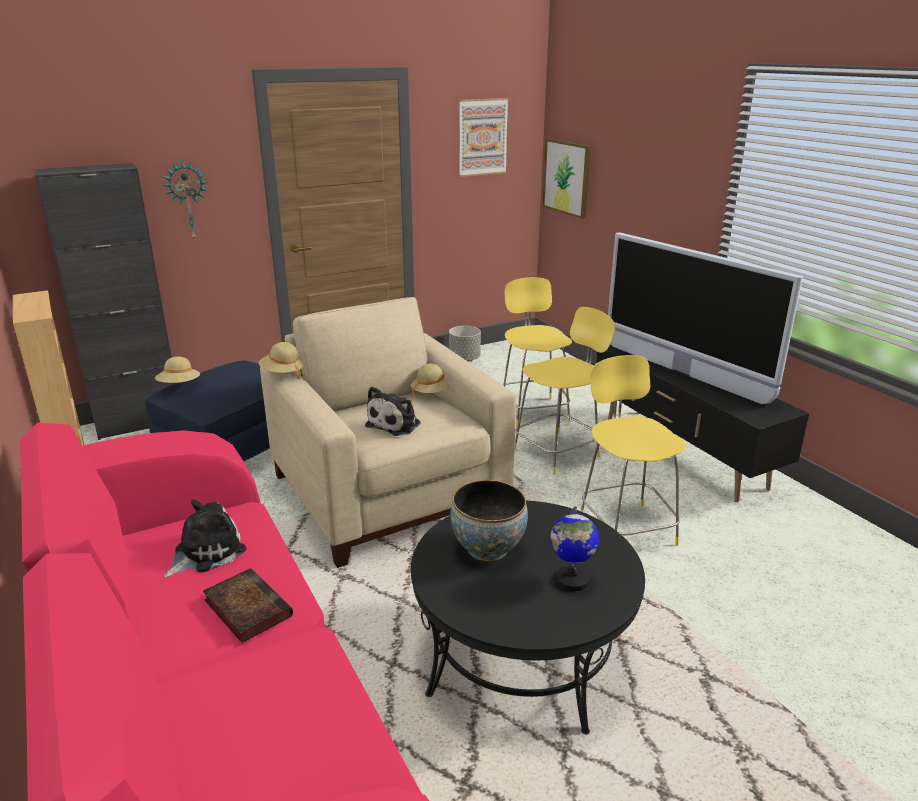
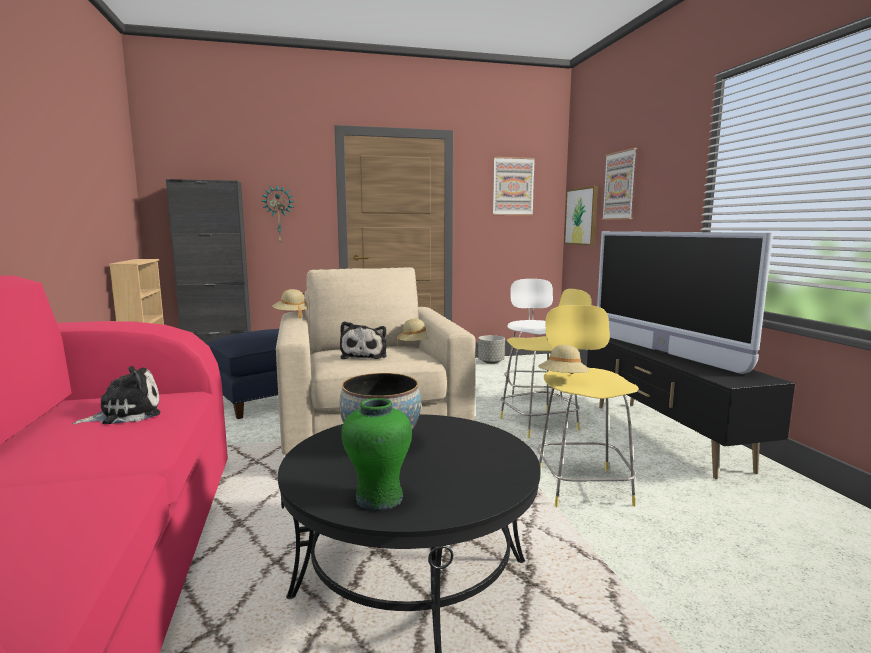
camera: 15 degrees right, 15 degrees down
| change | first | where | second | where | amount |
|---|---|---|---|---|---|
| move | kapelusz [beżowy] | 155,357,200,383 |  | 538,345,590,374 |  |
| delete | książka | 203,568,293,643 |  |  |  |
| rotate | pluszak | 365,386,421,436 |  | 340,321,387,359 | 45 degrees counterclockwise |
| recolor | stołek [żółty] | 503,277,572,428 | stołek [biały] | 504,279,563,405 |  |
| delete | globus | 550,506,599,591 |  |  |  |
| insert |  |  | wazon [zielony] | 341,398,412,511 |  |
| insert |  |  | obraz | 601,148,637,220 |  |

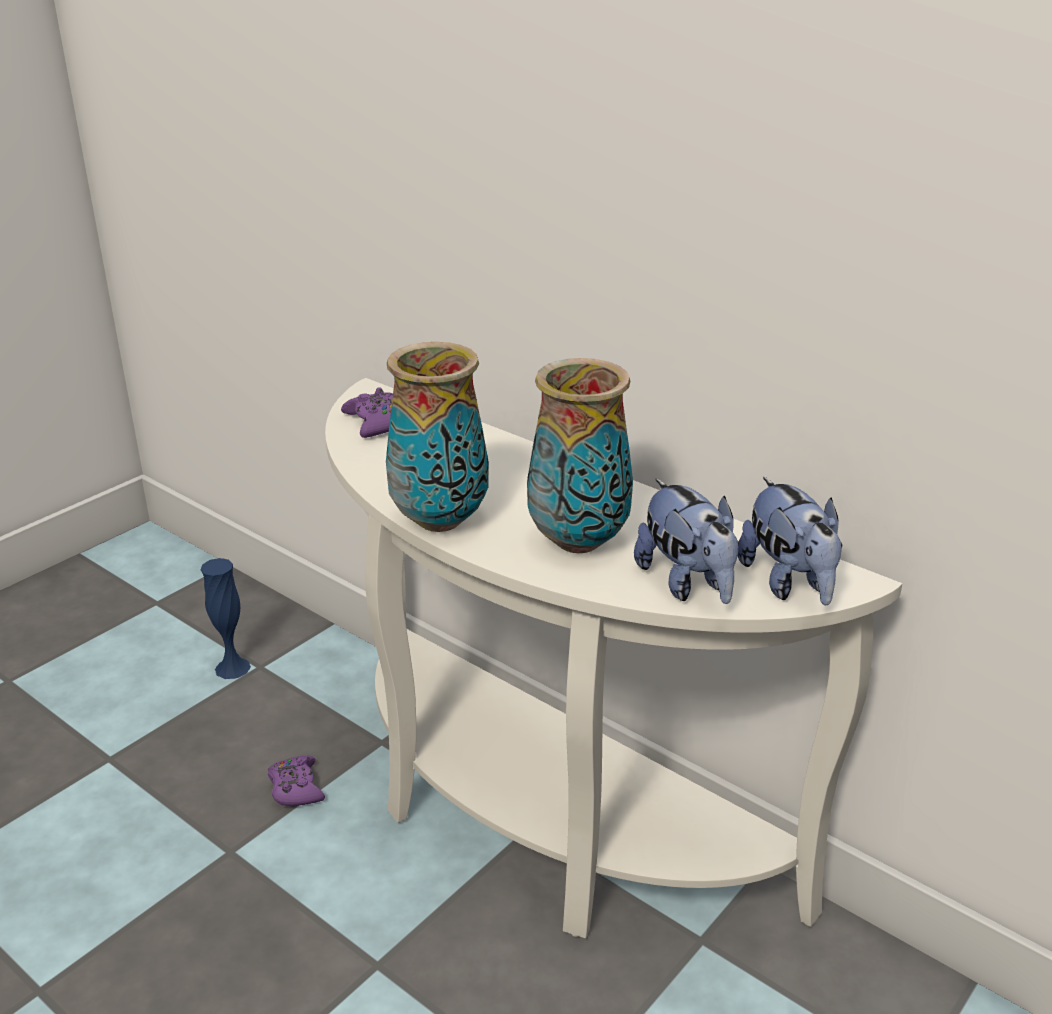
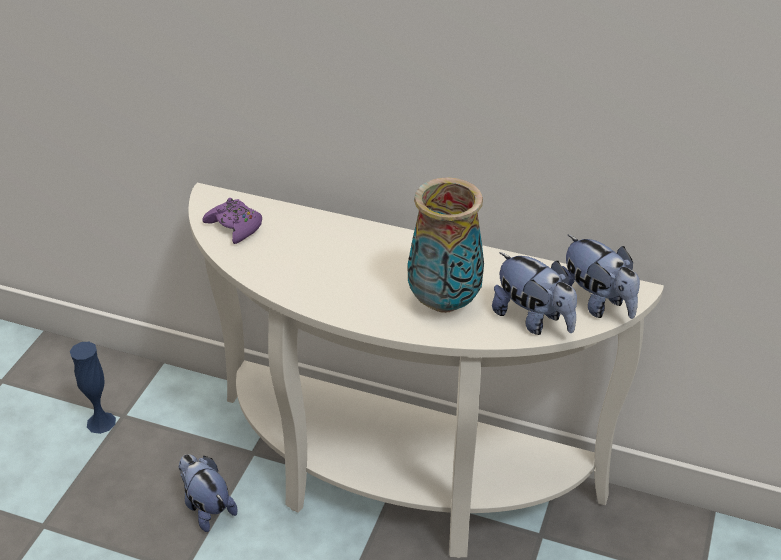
camera: 20 degrees left, 10 degrees up
| change | first | where | second | where | amount |
|---|---|---|---|---|---|
| replace | pad do gier [fioletowy] | 268,756,325,807 | pluszak | 178,454,238,532 |  |
| delete | wazon | 386,342,489,532 |  |  |  |

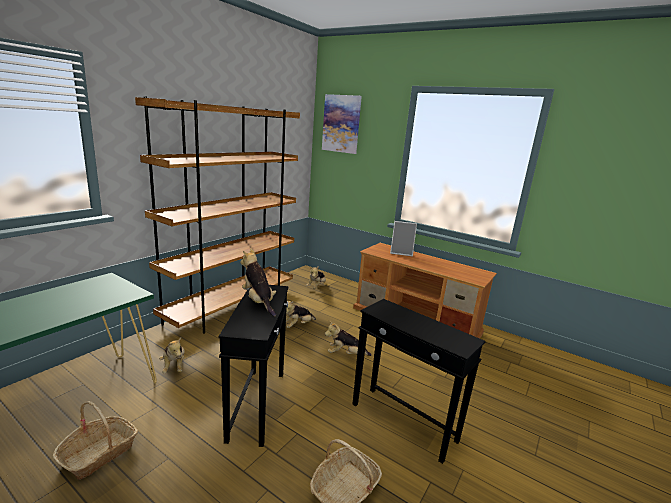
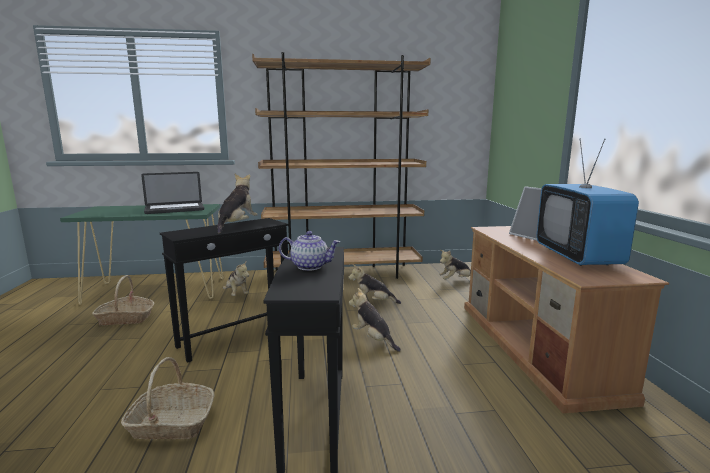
camera: 50 degrees right, 5 degrees down
| change | first | where | second | where | amount |
|---|---|---|---|---|---|
| rotate | pluszak | 159,338,185,373 |  | 223,262,249,296 | 60 degrees counterclockwise |
| delete | obraz | 322,94,362,154 |  |  |  |
| insert |  |  | laptop | 141,172,204,214 |  |
| insert |  |  | imbryk | 279,231,340,271 |  |
| insert |  |  | telewizor | 536,138,639,266 |  |

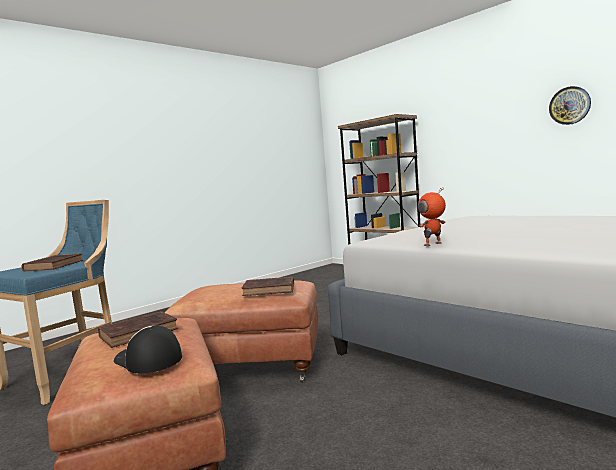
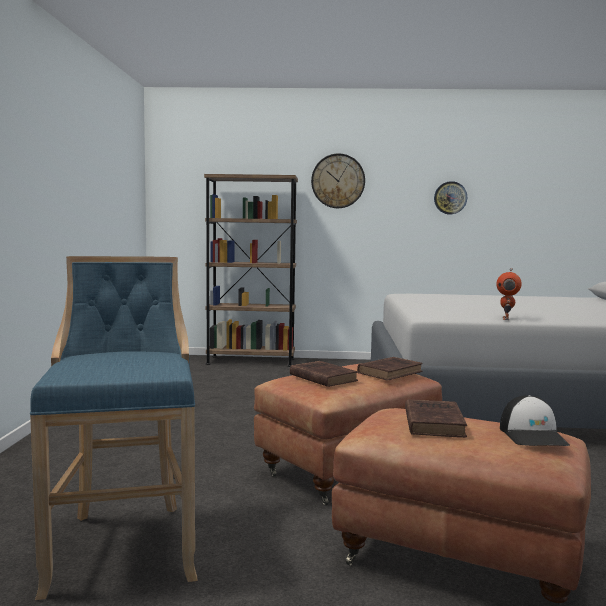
camera: 45 degrees left, 0 degrees up
| change | first | where | second | where | amount |
|---|---|---|---|---|---|
| move | książka [brązowy] | 22,254,83,272 |  | 290,361,358,387 |  |
| rotate | czapka z daszkiem | 114,326,182,373 |  | 500,395,570,446 | 90 degrees counterclockwise |
| insert |  |  | zegar ścienny | 311,153,365,208 |  |

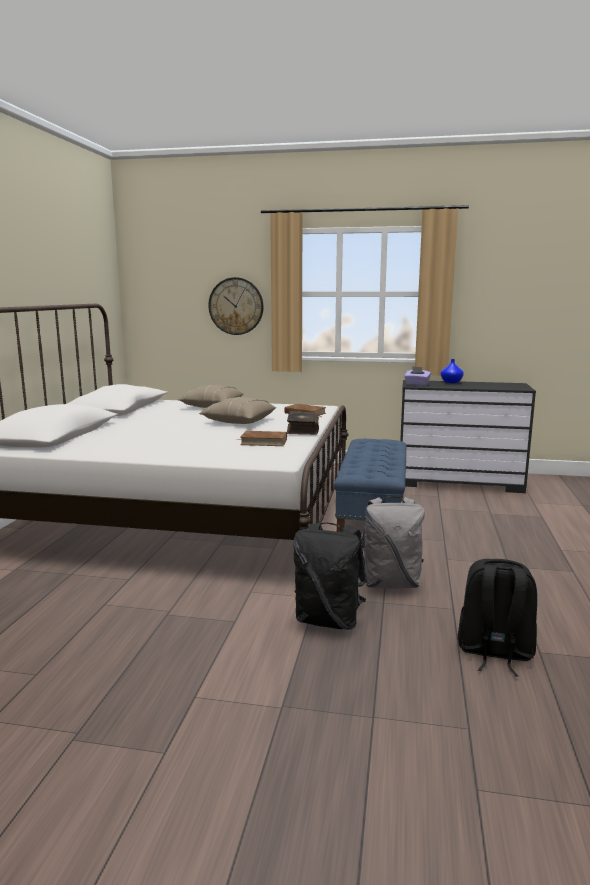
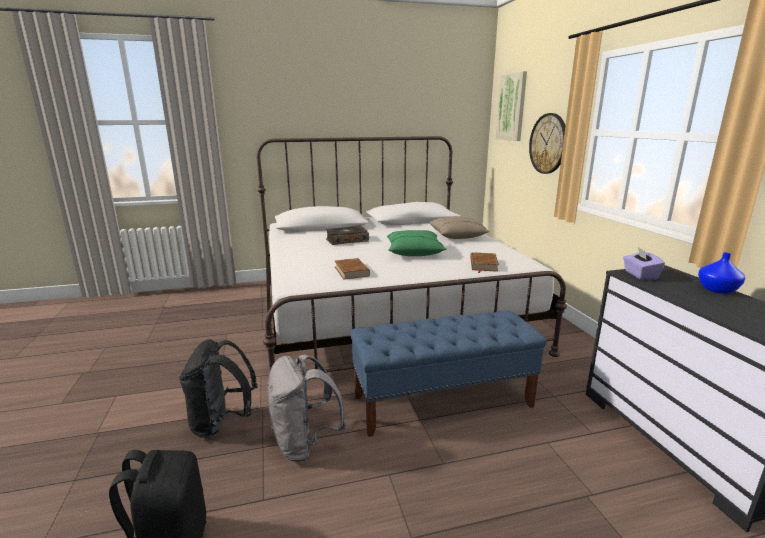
camera: 65 degrees right, 5 degrees up
| change | first | where | second | where | amount |
|---|---|---|---|---|---|
| recolor | poduszka [beżowy] | 199,397,276,424 | poduszka [zielony] | 387,230,447,256 |  |
| move | książka | 287,411,319,435 |  | 326,225,369,245 |  |
| insert |  |  | obraz | 496,71,527,141 |  |

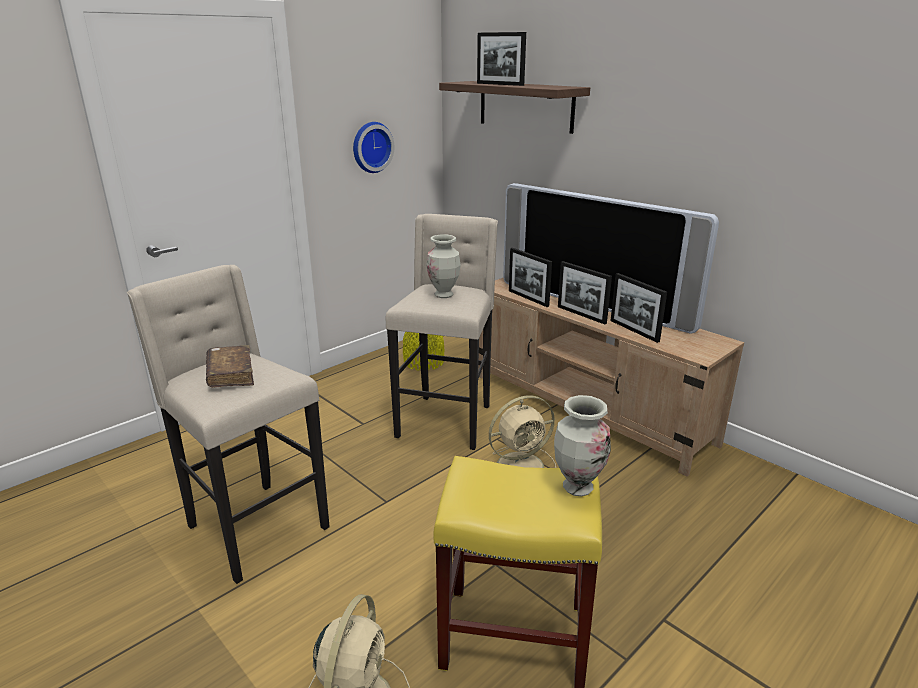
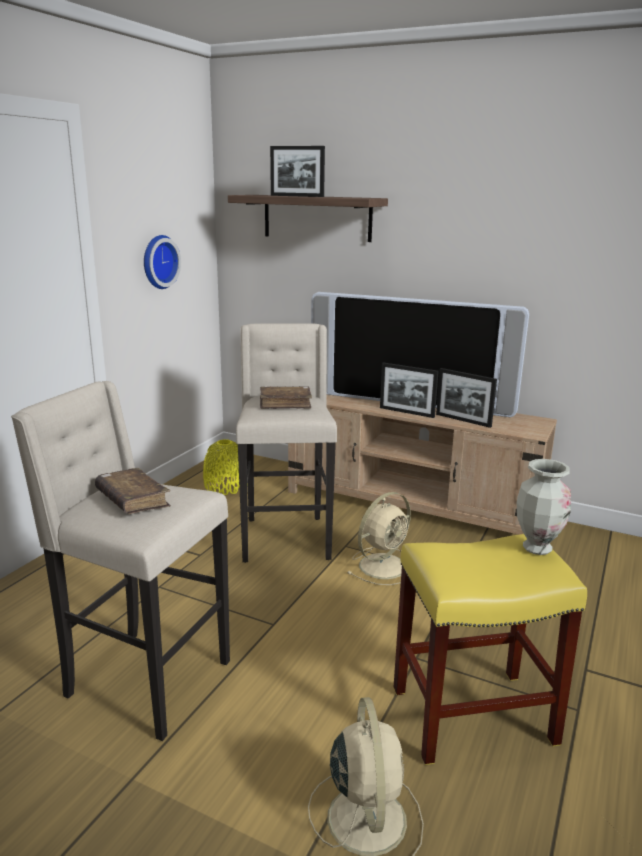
camera: 20 degrees left, 5 degrees down
| change | first | where | second | where | amount |
|---|---|---|---|---|---|
| replace | wazon | 427,235,461,298 | książka [brązowy] | 260,386,312,409 |  |
| delete | ramka na zdjęcie | 509,248,552,307 |  |  |  |

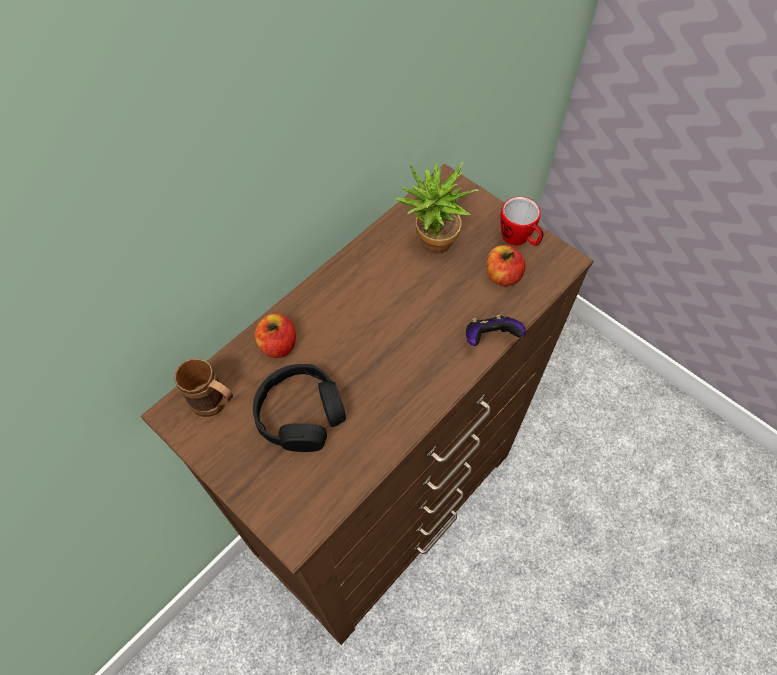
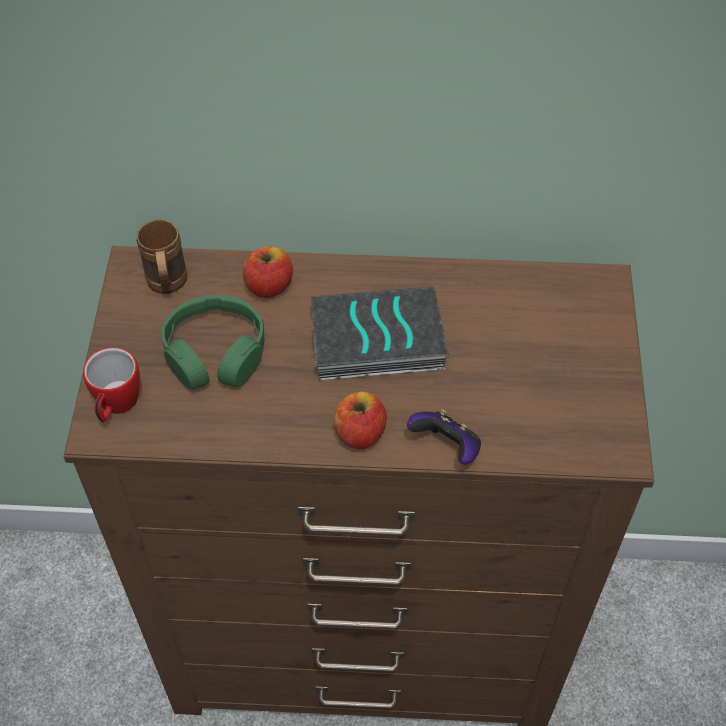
camera: 50 degrees right, 5 degrees down
| change | first | where | second | where | amount |
|---|---|---|---|---|---|
| recolor | słuchawki [czarny] | 253,364,346,452 | słuchawki [zielony] | 162,295,264,390 |  |
| delete | roślina doniczkowa | 396,161,479,254 |  |  |  |
| move | jabłko | 486,245,525,286 |  | 334,391,387,449 |  |
| move | kubek | 500,197,544,246 |  | 83,347,140,422 |  |
| insert |  |  | książka | 311,287,449,380 |  |

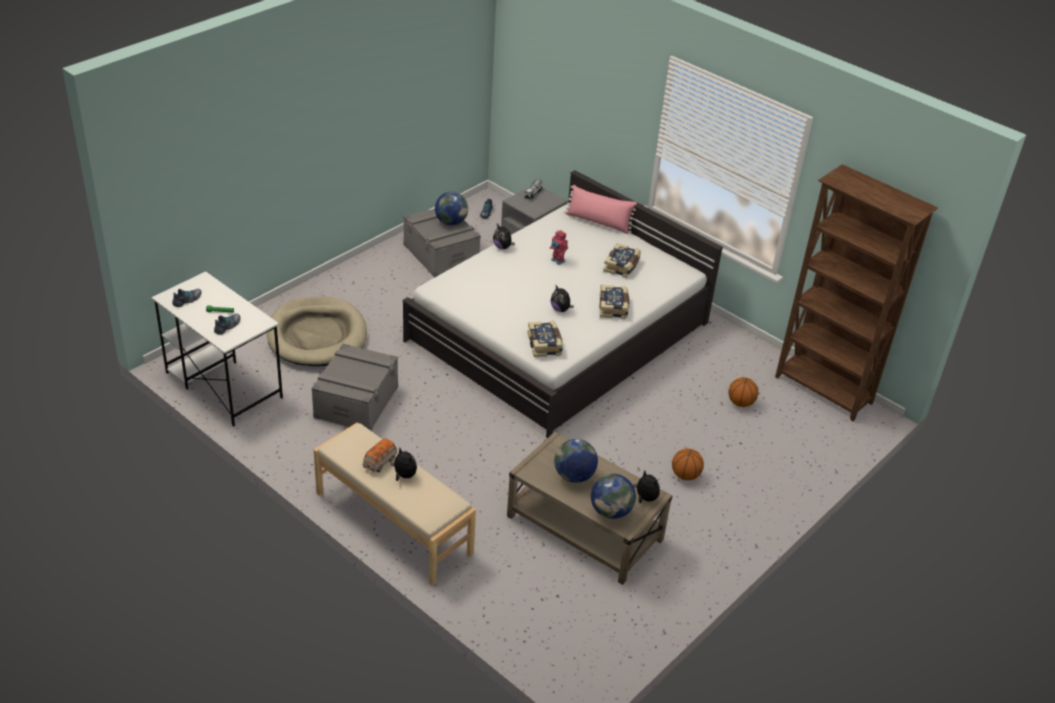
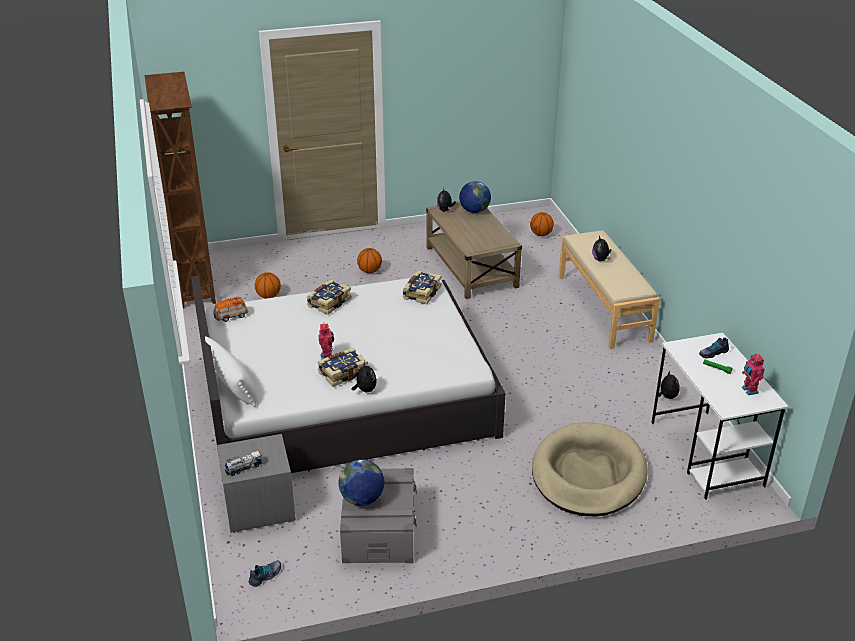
camera: 145 degrees left, 5 degrees down
| change | first | where | second | where | amount |
|---|---|---|---|---|---|
| replace | but | 172,289,202,307 | robot zabawkowy | 742,354,765,395 |  |
| delete | pojemnik do przechowywania [szary] | 312,344,398,431 |  |  |  |
| move | samochodzik | 363,438,398,472 |  | 213,296,248,322 |  |
| move | pluszak | 551,286,574,312 |  | 658,370,680,399 |  |
| delete | globus | 554,439,598,483 |  |  |  |
| recolor | poduszka [różowy] | 564,185,637,234 | poduszka [biały] | 205,336,257,407 |  |
| move | książka | 603,243,641,278 |  | 317,348,368,387 |  |
| insert |  |  | piłka do koszykówki | 530,212,554,236 |  |

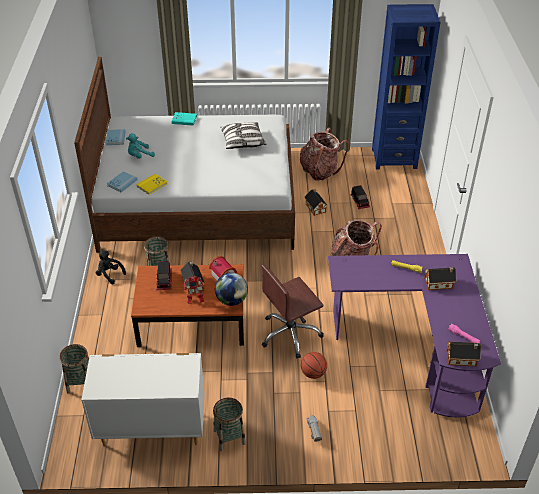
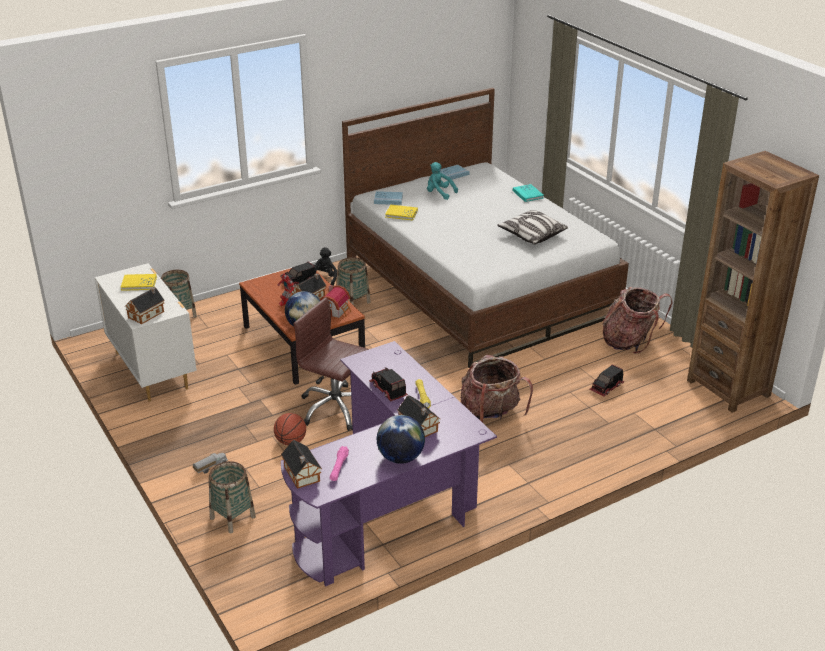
camera: 60 degrees right, 10 degrees down
| change | first | where | second | where | amount |
|---|---|---|---|---|---|
| move | koszyk | 213,398,246,451 |  | 209,461,256,533 |  |
| move | domek | 305,189,328,216 |  | 124,287,165,324 |  |
| recolor | regał [niebieski] | 372,4,441,169 | regał [brązowy] | 687,151,819,413 |  |
| insert |  |  | książka [żółty] | 121,274,157,291 |  |
| insert |  |  | ciężarówka zabawkowa | 369,367,408,401 |  |
| insert |  |  | globus | 377,415,425,464 |  |

